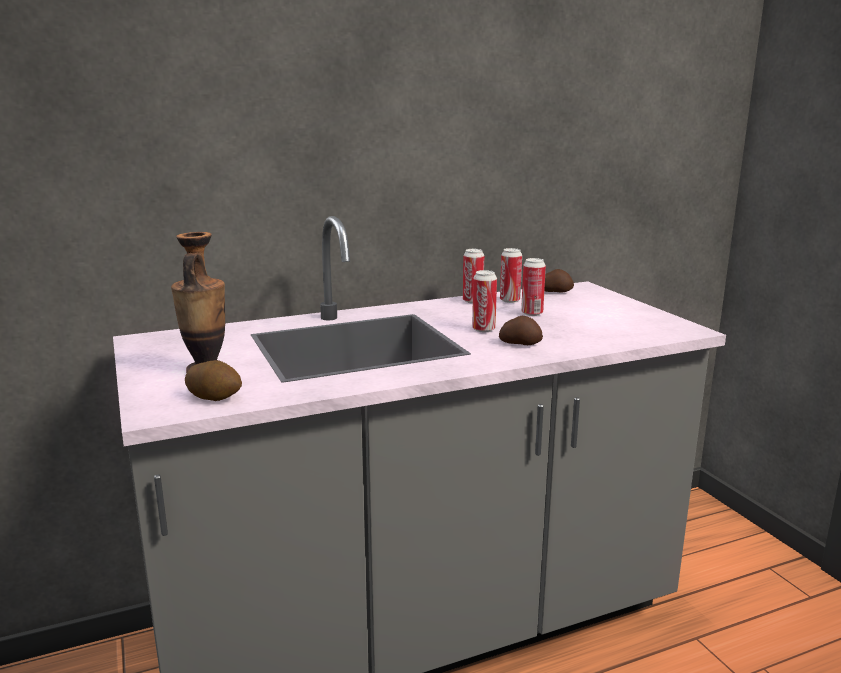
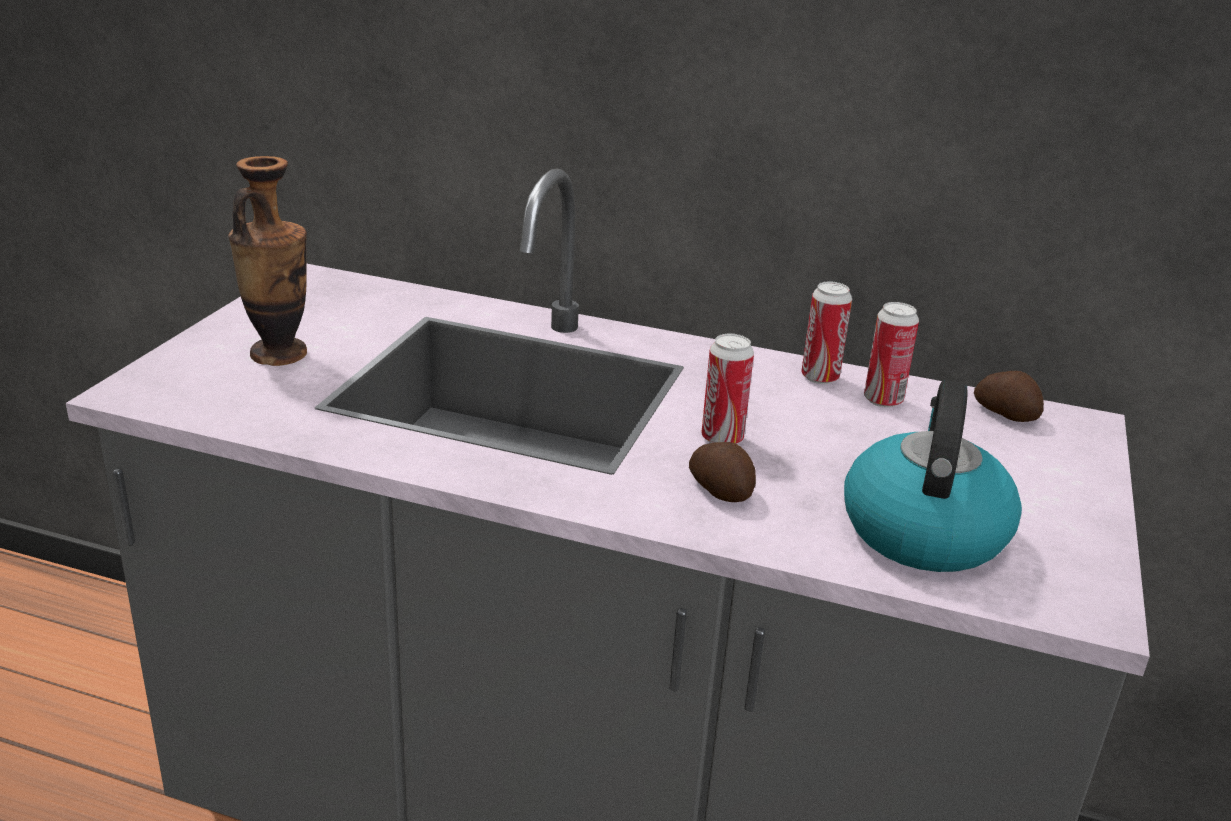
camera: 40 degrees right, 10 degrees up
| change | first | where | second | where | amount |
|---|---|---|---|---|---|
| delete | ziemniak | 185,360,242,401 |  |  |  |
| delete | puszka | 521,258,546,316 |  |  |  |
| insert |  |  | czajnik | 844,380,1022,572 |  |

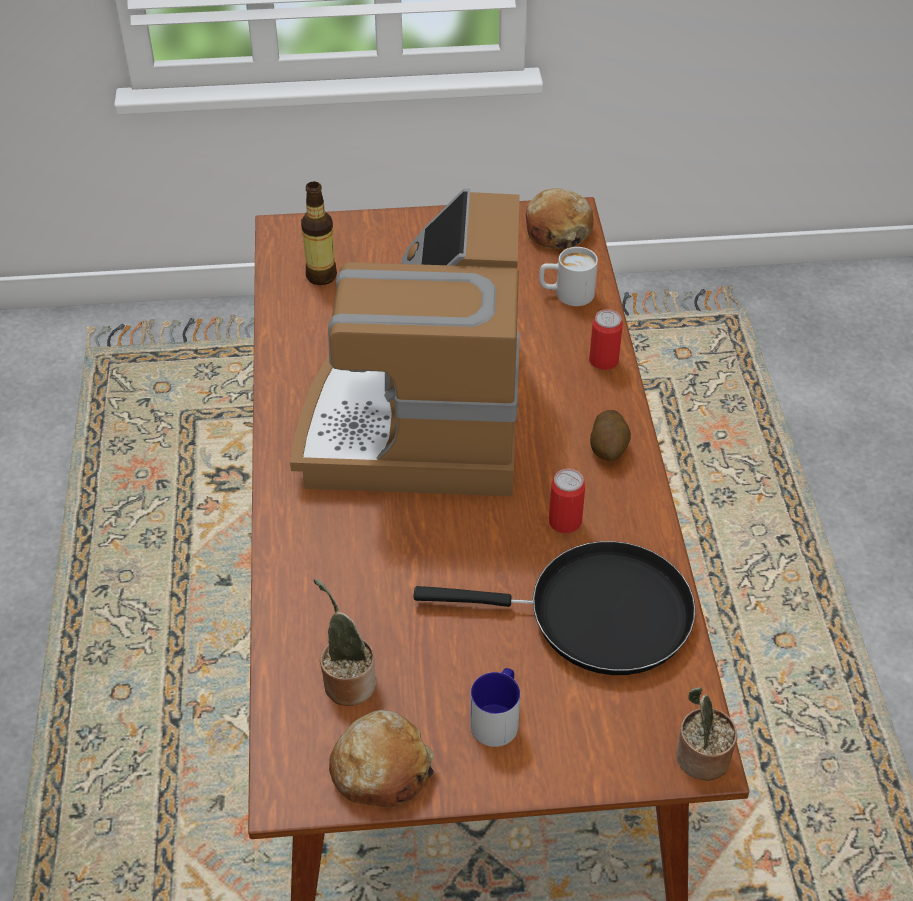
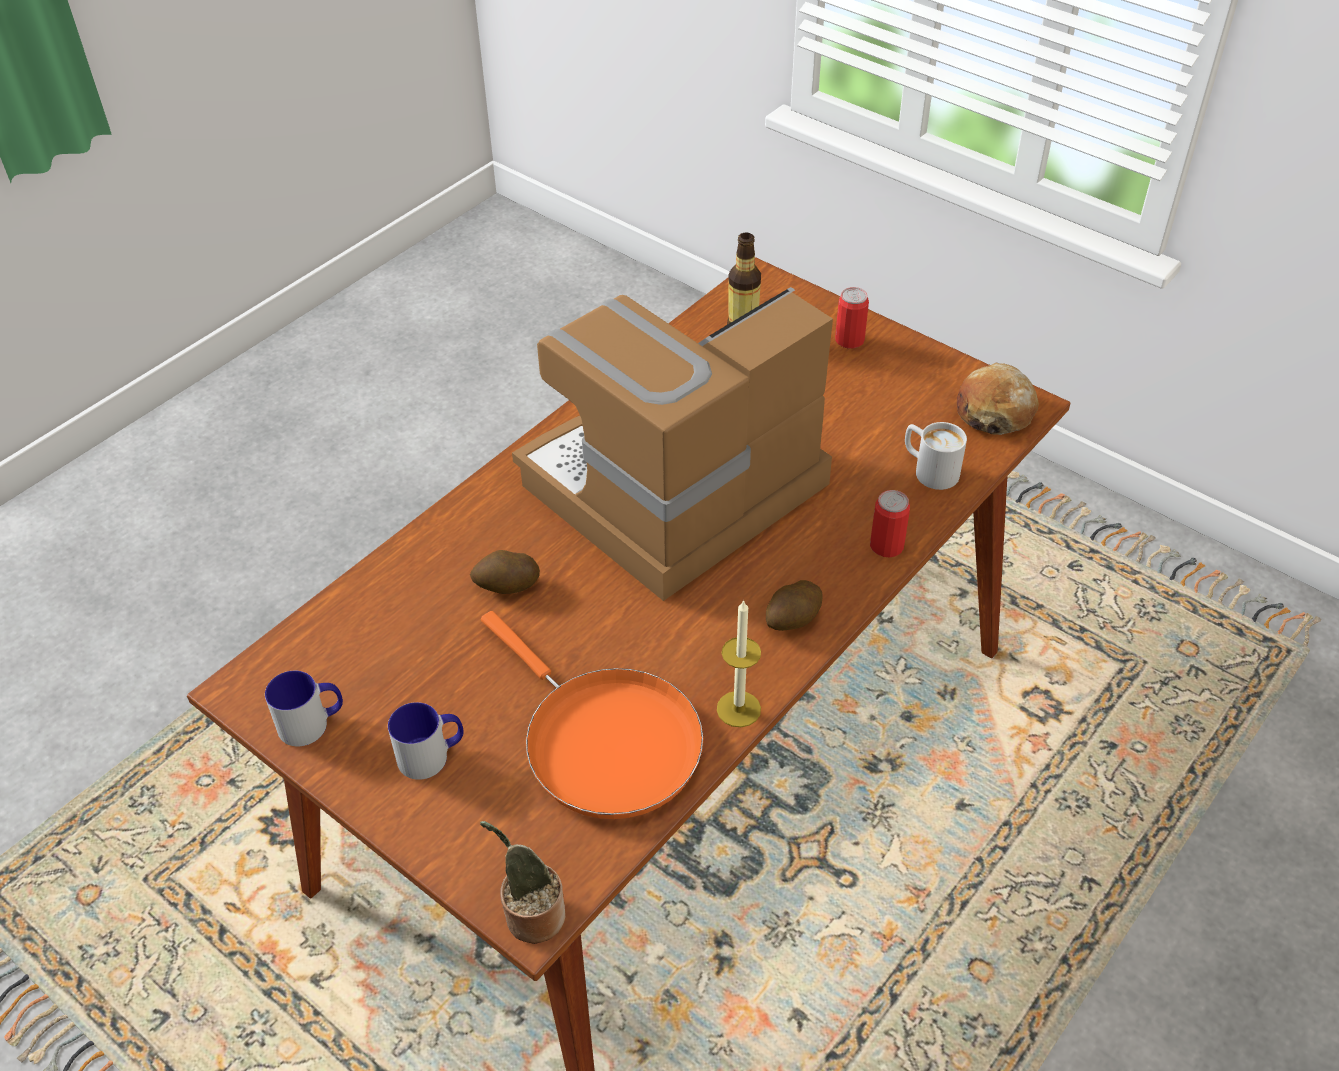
camera: 45 degrees right, 0 degrees up
| change | first | where | second | where | amount |
|---|---|---|---|---|---|
| delete | roślina doniczkowa | 314,579,376,706 |  |  |  |
| replace | chleb | 329,710,434,807 | kubek | 265,671,343,746 |  |
| recolor | patelnia [czarny] | 413,541,696,675 | patelnia [pomarańczowy] | 481,611,703,819 |  |
| move | puszka | 549,469,585,533 |  | 835,287,869,348 |  |
| insert |  |  | ziemniak | 470,550,540,594 |  |
| insert |  |  | świeca | 717,600,761,727 |  |

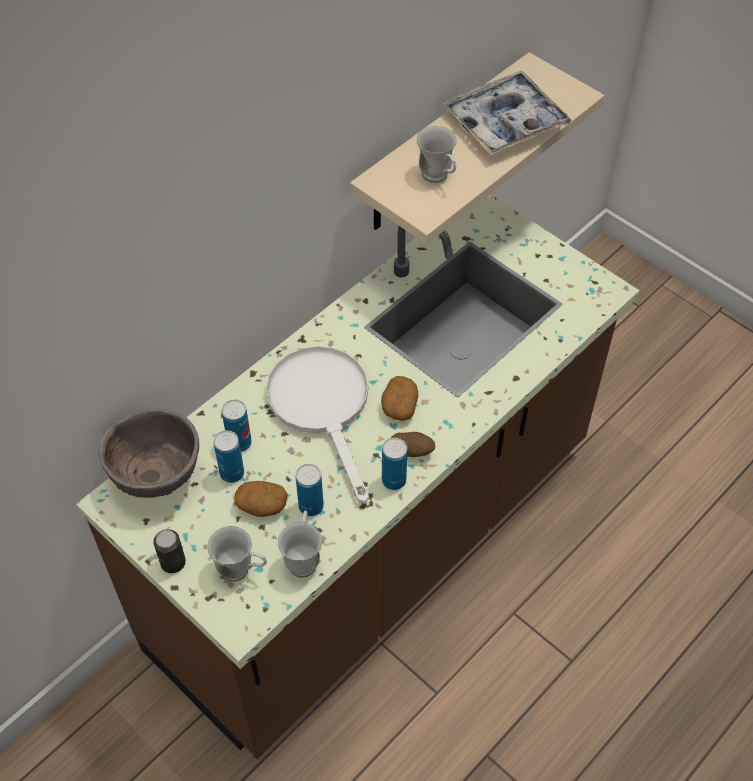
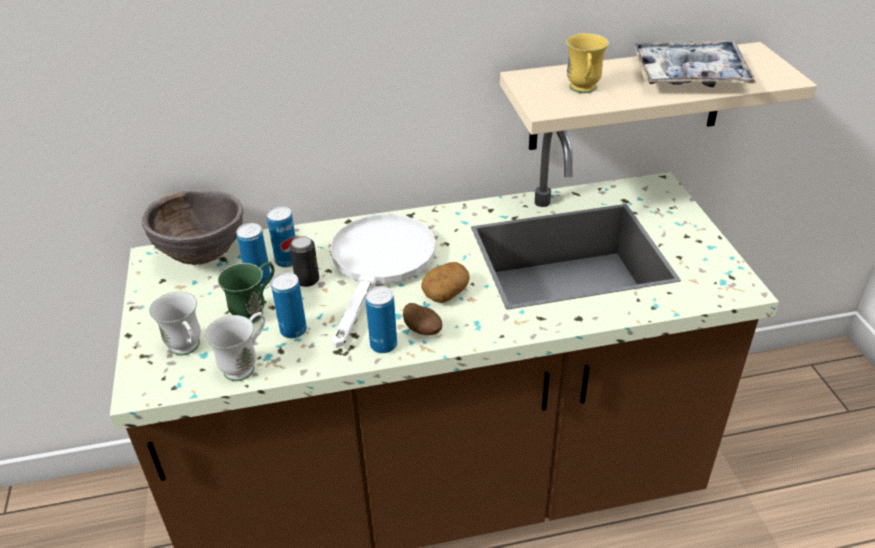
camera: 35 degrees right, 15 degrees down
| change | first | where | second | where | amount |
|---|---|---|---|---|---|
| move | puszka | 153,529,186,573 |  | 289,236,319,287 |  |
| replace | ziemniak | 234,481,288,517 | kubek [zielony] | 218,262,274,323 |  |
| recolor | kubek [biały] | 417,126,457,183 | kubek [żółty] | 566,33,609,93 |  |

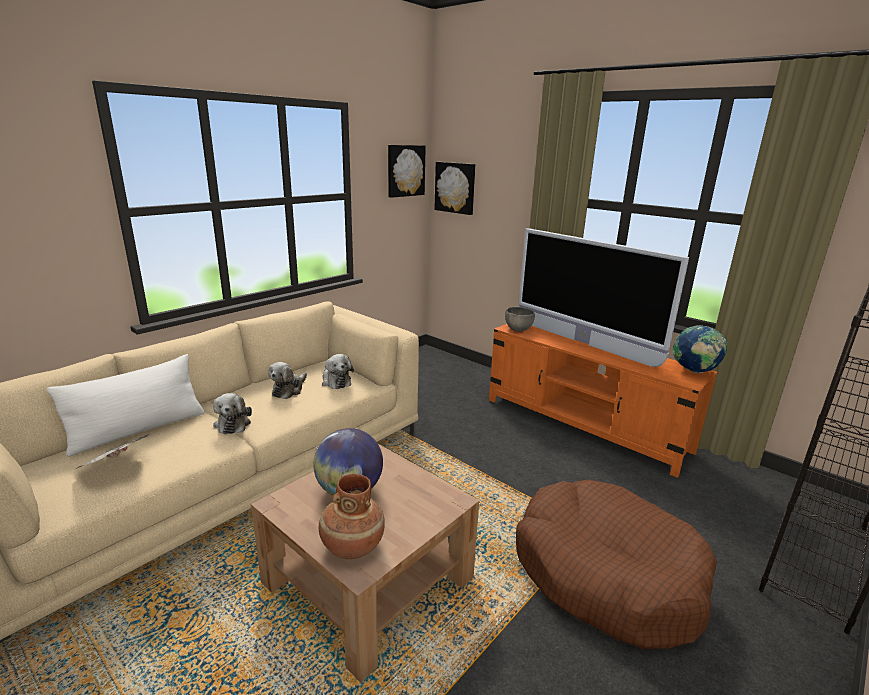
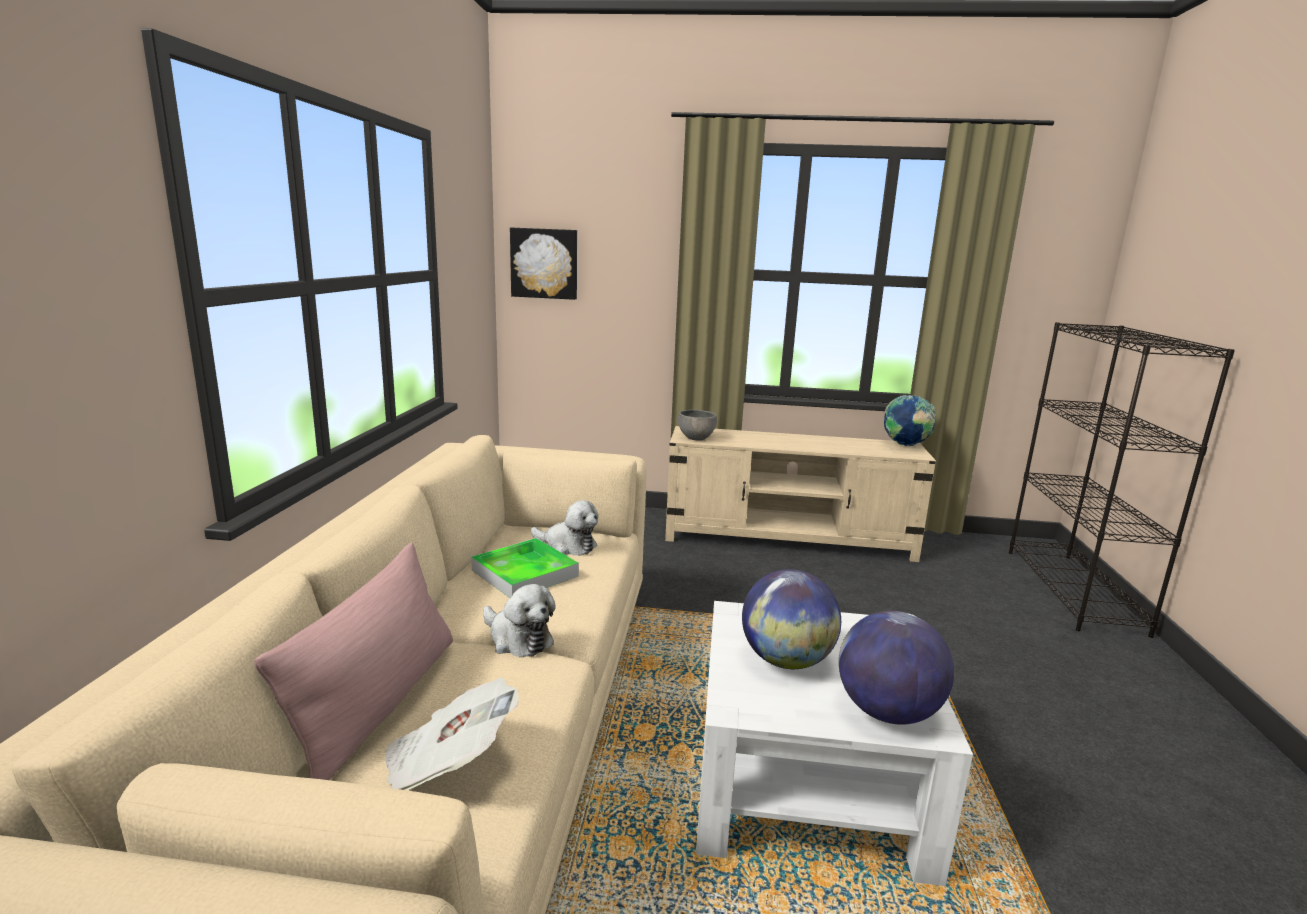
camera: 35 degrees left, 5 degrees down
| change | first | where | second | where | amount |
|---|---|---|---|---|---|
| recolor | poduszka [biały] | 46,354,205,457 | poduszka [różowy] | 254,542,453,780 |  |
| recolor | ława [brązowy] | 251,444,479,683 | ława [biały] | 696,601,973,886 |  |
| replace | pluszak | 268,362,307,399 | taca | 471,538,579,598 |  |
| replace | wazon [brązowy] | 319,474,385,559 | globus | 839,611,954,725 |  |
| delete | obraz | 388,145,426,198 |  |  |  |
| recolor | szafka pod telewizor [pomarańczowy] | 489,324,717,478 | szafka pod telewizor [beżowy] | 665,426,936,562 |  |
| delete | legowisko [brązowy] | 516,480,717,649 |  |  |  |
| delete | telewizor | 519,228,689,367 |  |  |  |

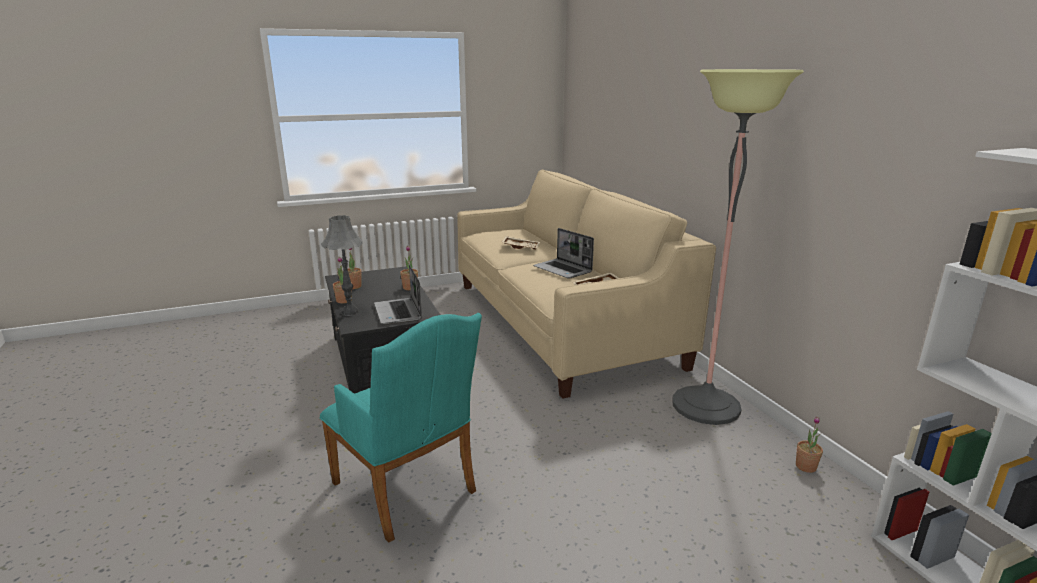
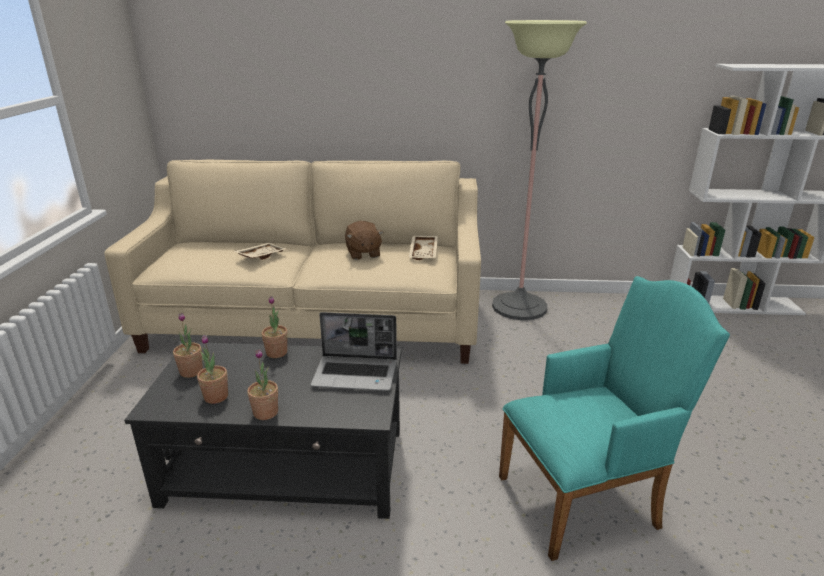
camera: 65 degrees left, 5 degrees up
| change | first | where | second | where | amount |
|---|---|---|---|---|---|
| delete | lampa stołowa [szary] | 321,215,362,316 |  |  |  |
| replace | laptop | 533,228,594,279 | pluszak [brązowy] | 345,221,383,260 |  |
| move | roślina doniczkowa | 796,417,823,473 |  | 173,313,203,378 |  |

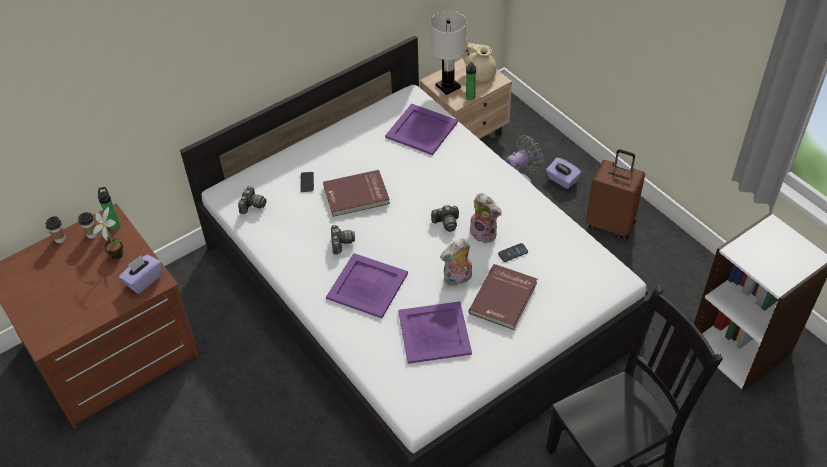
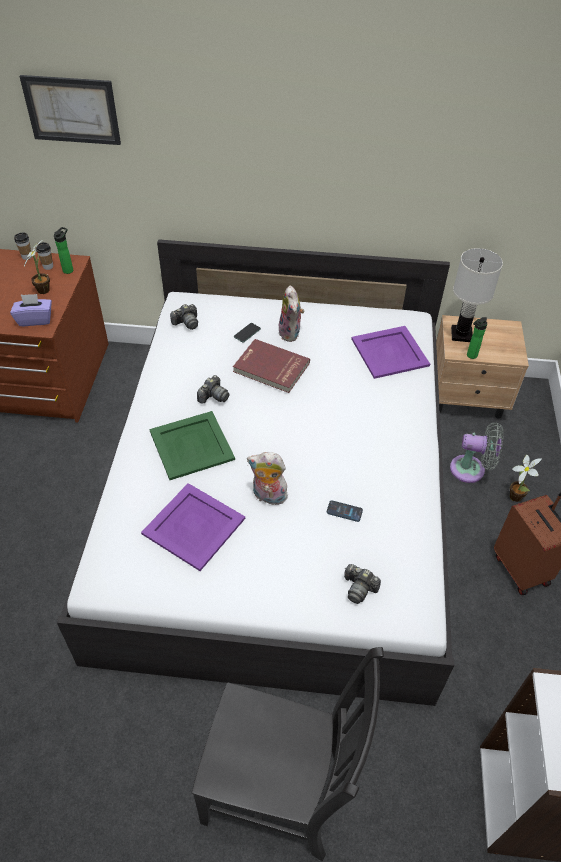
camera: 40 degrees right, 0 degrees up
| change | first | where | second | where | amount |
|---|---|---|---|---|---|
| recolor | taca [fioletowy] | 326,253,408,318 | taca [zielony] | 149,411,235,480 |  |
| move | aparat fotograficzny | 431,205,459,232 |  | 344,564,381,604 |  |
| delete | imbryk [beżowy] | 462,39,497,82 |  |  |  |
| delete | książka [czerwony] | 469,264,537,330 |  |  |  |
| move | pluszak | 470,193,502,244 |  | 277,285,305,342 |  |
| replace | pudełko chusteczek [fioletowy] | 546,157,581,189 | roślina doniczkowa | 510,455,542,502 |  |
| insert |  |  | obraz | 19,75,121,145 |  |

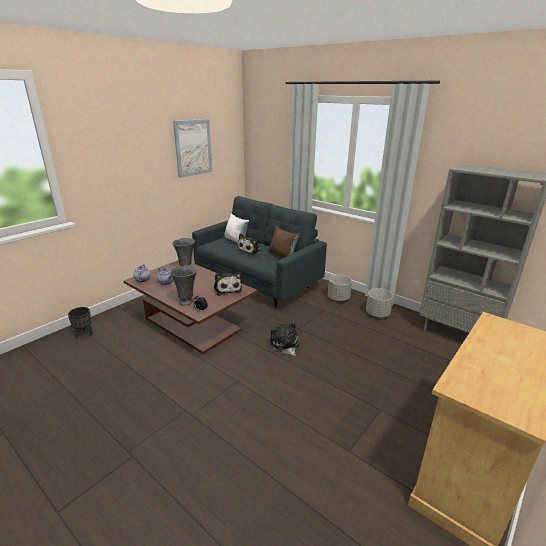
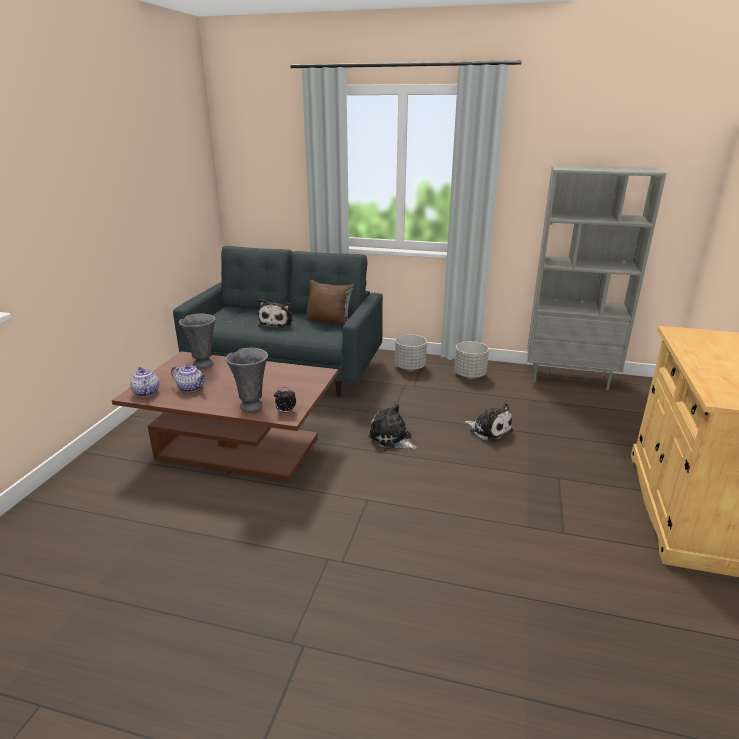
camera: 25 degrees left, 0 degrees up
| change | first | where | second | where | amount |
|---|---|---|---|---|---|
| delete | donica [czarny] | 68,307,93,339 |  |  |  |
| delete | obraz | 173,119,212,178 |  |  |  |
| move | pluszak | 214,272,242,296 |  | 464,403,513,442 |  |
| delete | poduszka [biały] | 225,213,249,243 |  |  |  |

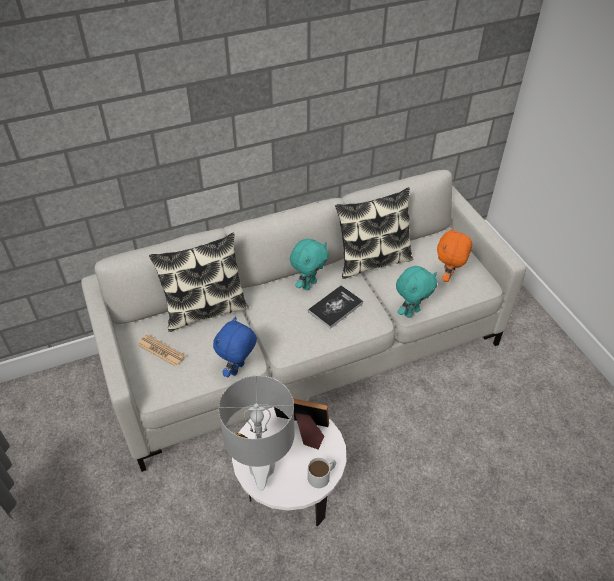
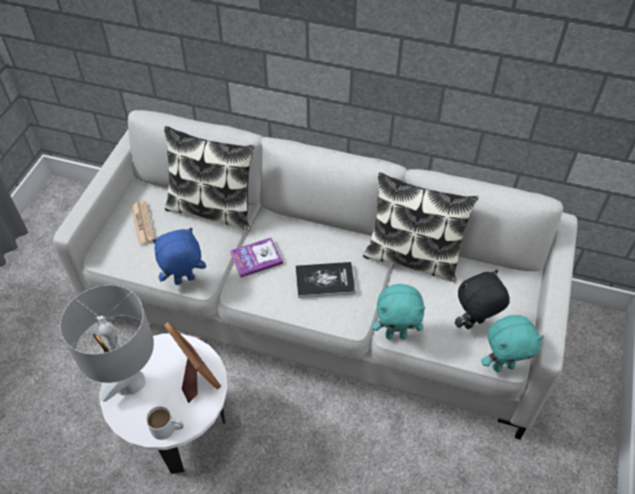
camera: 40 degrees right, 5 degrees up
| change | first | where | second | where | amount |
|---|---|---|---|---|---|
| move | pluszak [turkusowy] | 290,239,329,290 |  | 481,315,544,372 |  |
| recolor | pluszak [pomarańczowy] | 437,227,472,282 | pluszak [czarny] | 455,270,510,329 |  |
| insert |  |  | książka | 230,237,283,278 |  |

